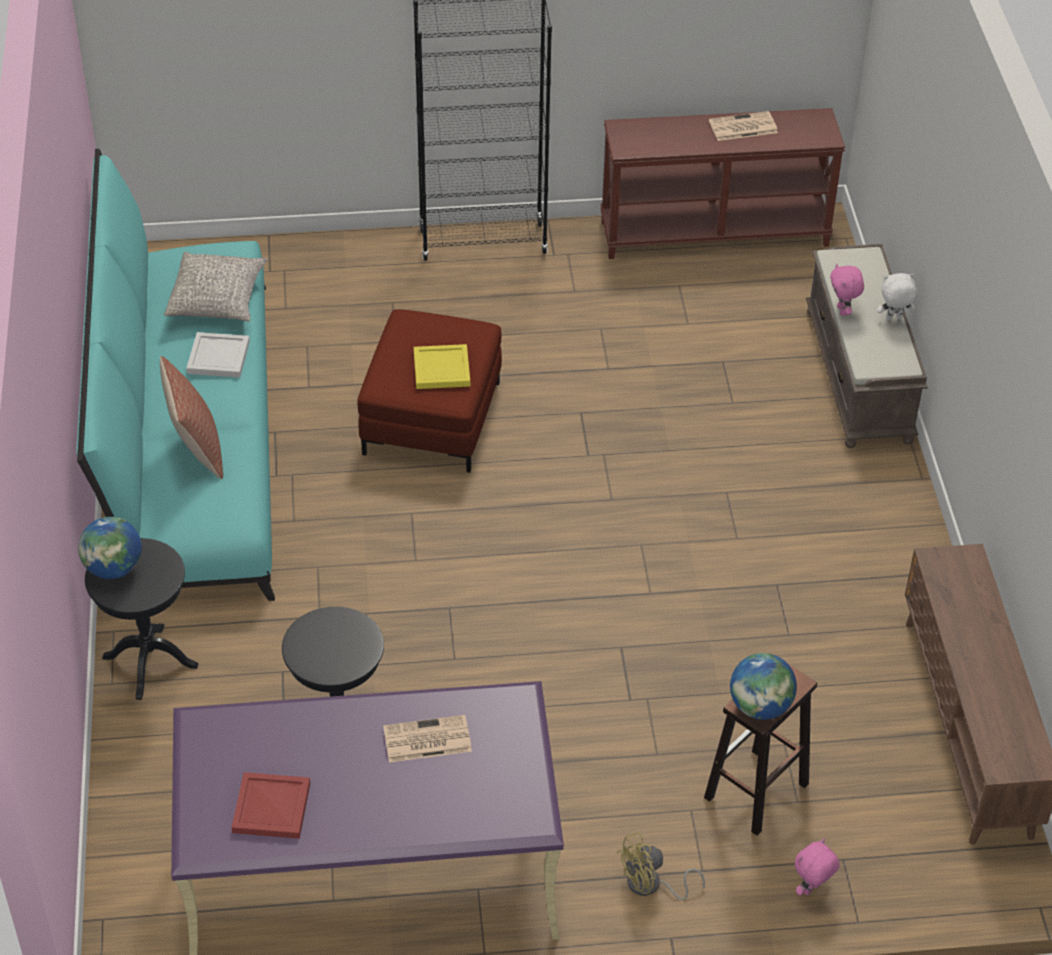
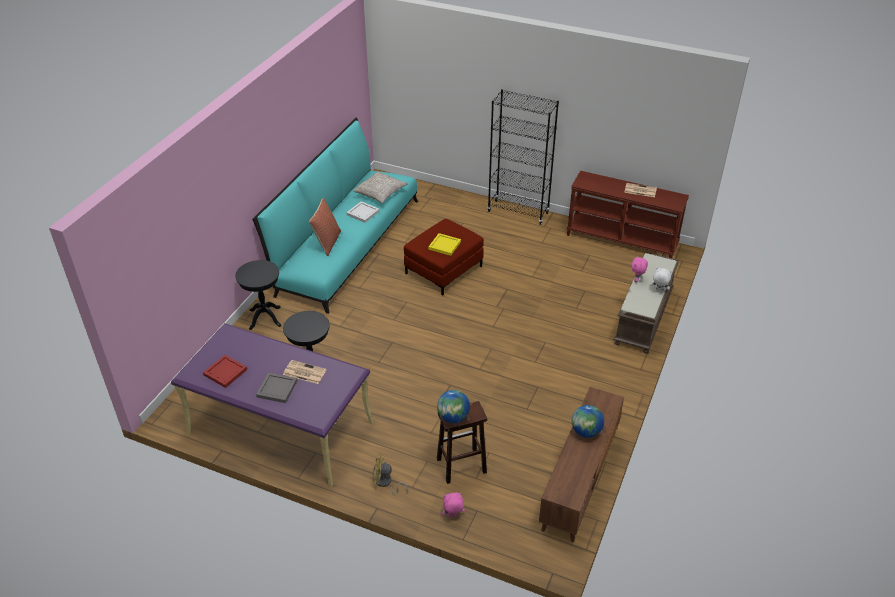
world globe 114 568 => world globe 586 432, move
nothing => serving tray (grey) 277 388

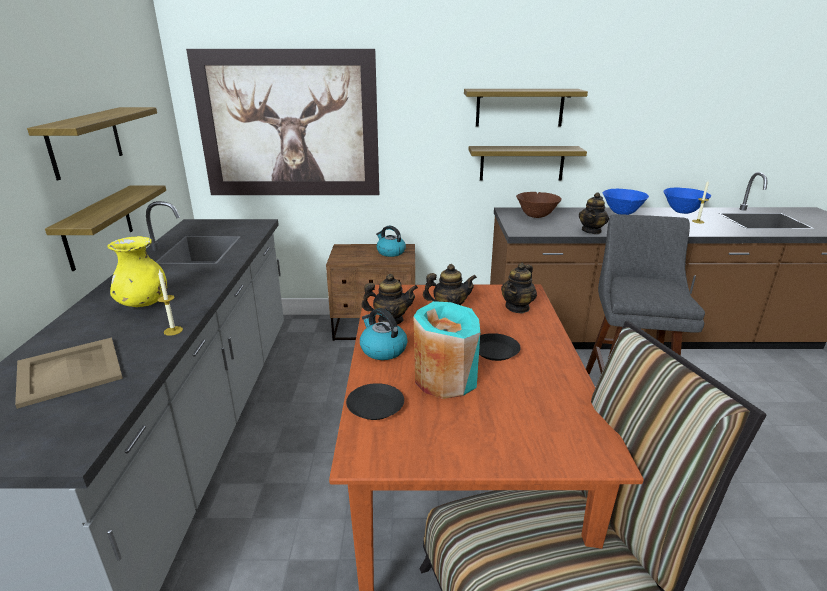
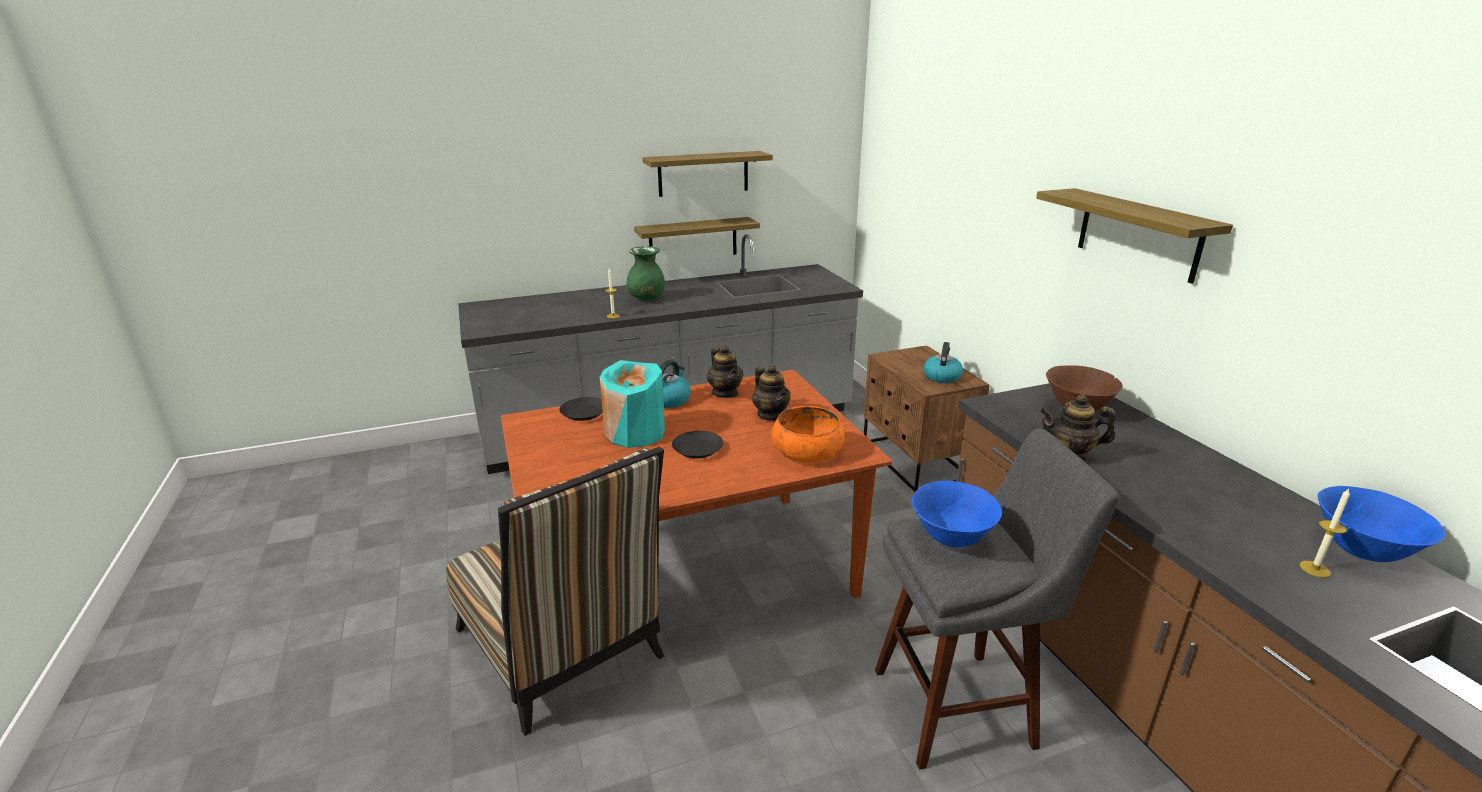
serving tray (beige) 70 370 => nothing
vase (yellowish) 144 304 => vase (greenish) 646 298
wall picture 289 125 => nothing
bracket shelf 522 163 => nothing
teapot 517 307 => serving bowl (orangey) 807 451
serving bowl (blue-coloured) 622 213 => serving bowl (blue-coloured) 951 539, move

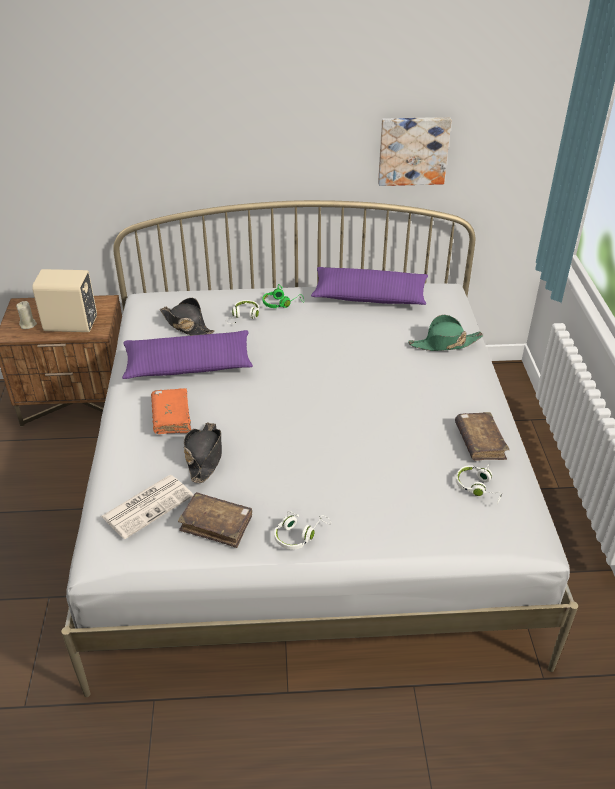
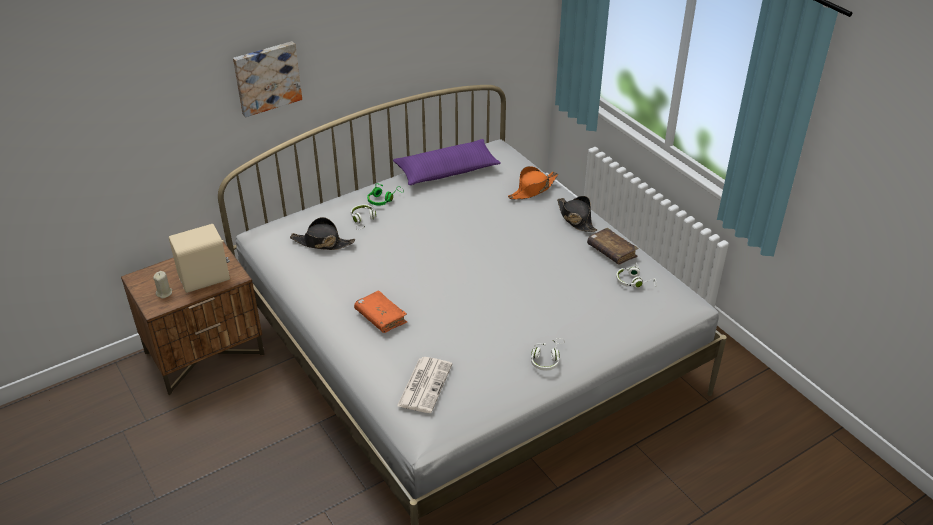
cushion (purple) 188 365 => nothing
volume (brownish) 216 525 => nothing
hat (black-coloured) 204 456 => hat (black-coloured) 576 218, move
wall picture 413 150 => wall picture 267 77, move
hat (greenish) 444 343 => hat (orangey) 533 189

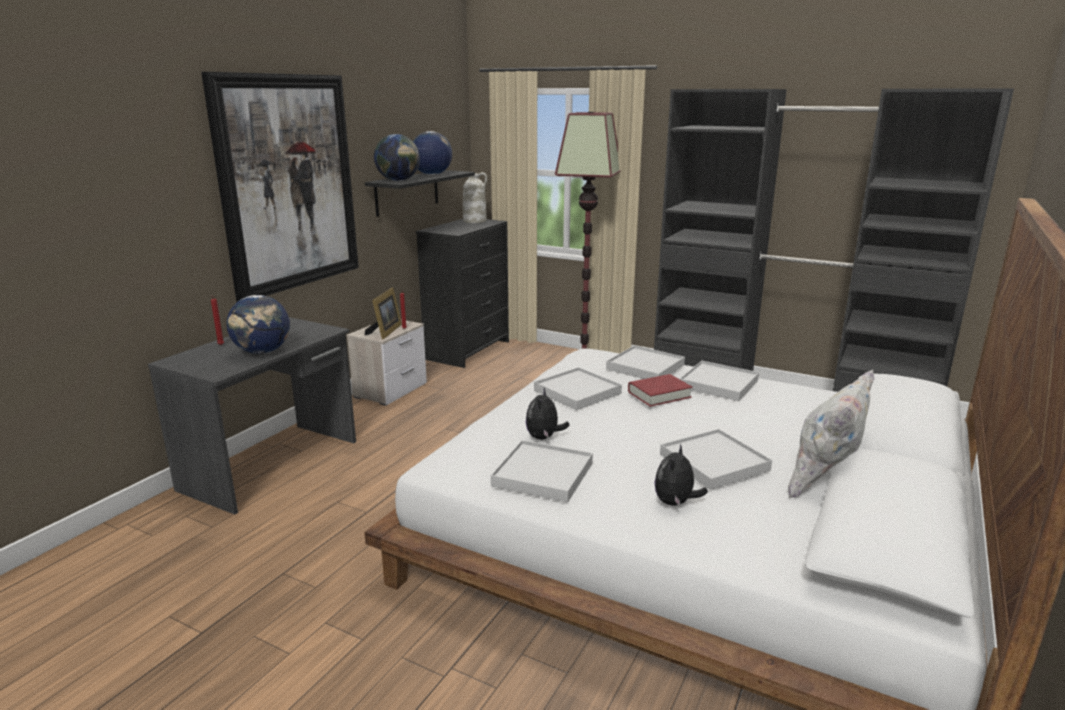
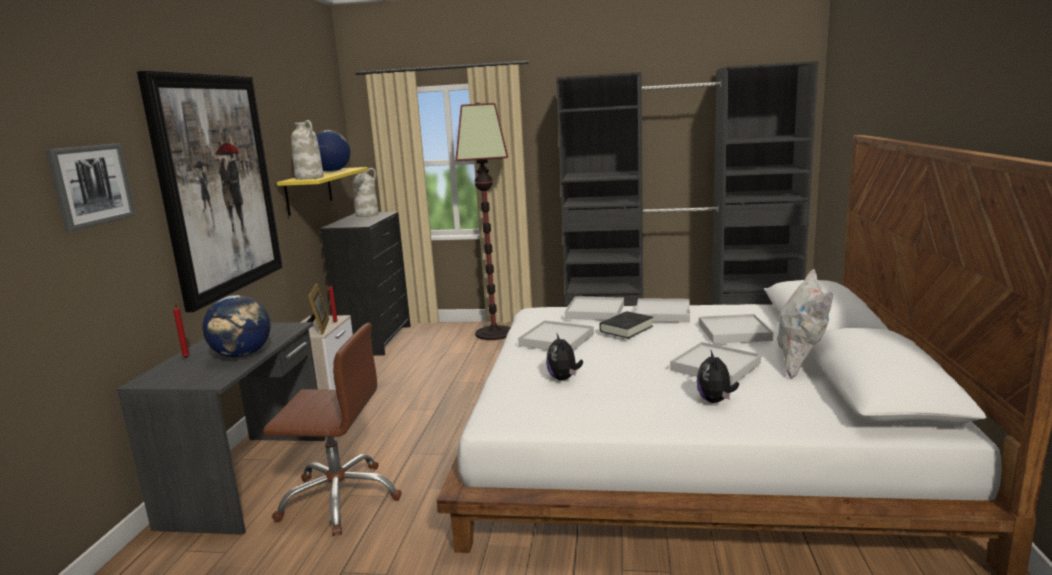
bracket shelf (black-coloured) 407 192 => bracket shelf (yellowish) 309 191
world globe 398 180 => vase (white-coloured) 310 178
serving tray (white-coloured) 543 474 => serving tray (white-coloured) 734 332, move
volume (reddish) 659 394 => volume (black-coloured) 626 329
nothing => wall picture 91 185
nothing => desk chair (brownish) 340 498

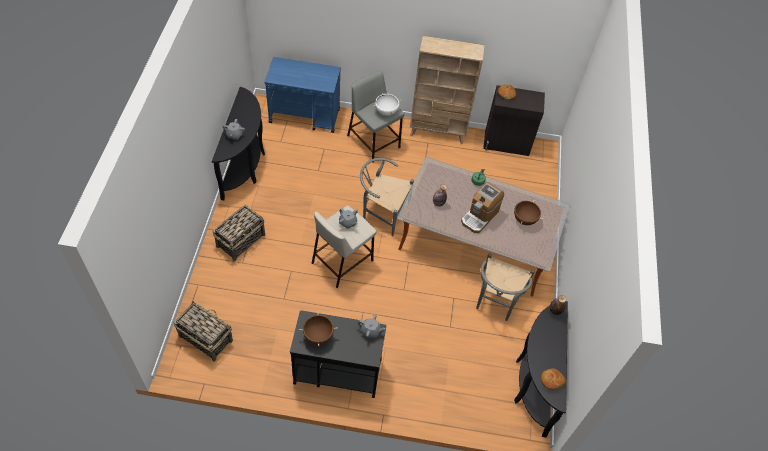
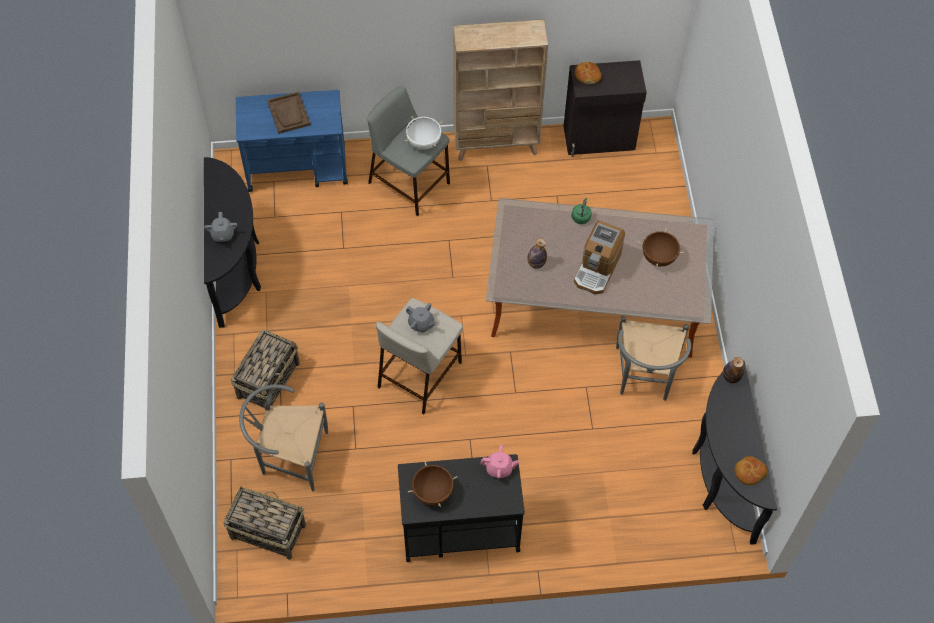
teapot (grey) 370 331 => teapot (pink-coloured) 499 468
plain chair (grey) 382 212 => plain chair (grey) 289 456, move
nothing => serving tray (brownish) 289 113

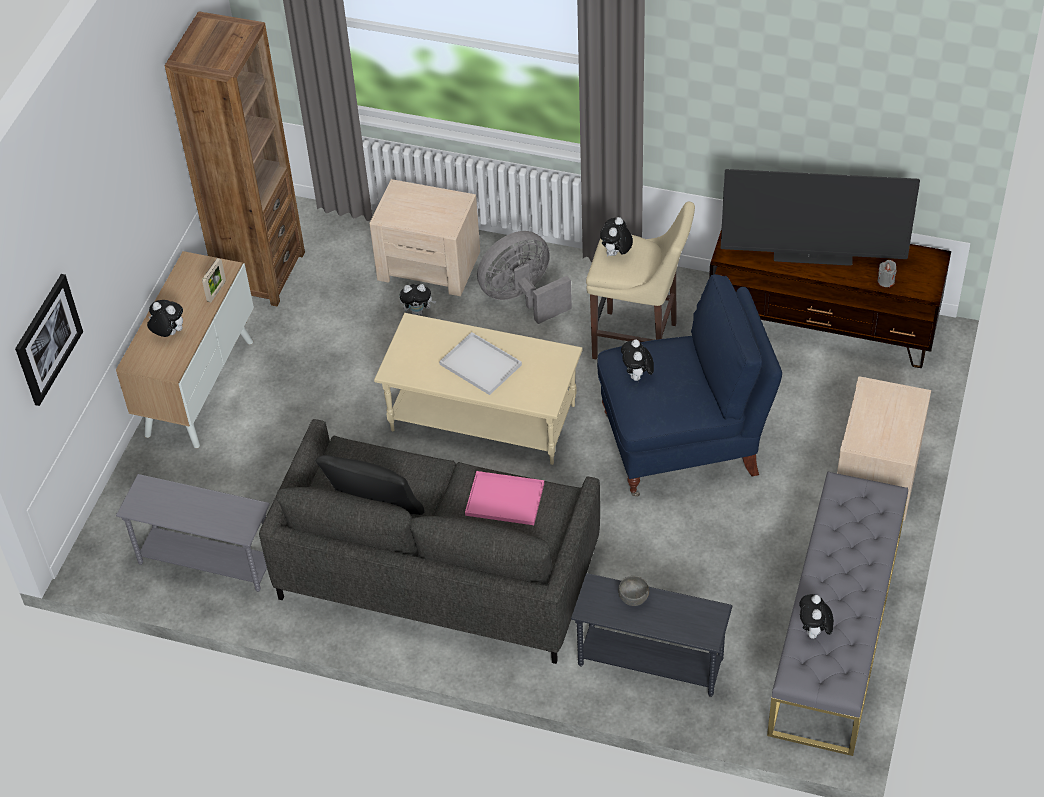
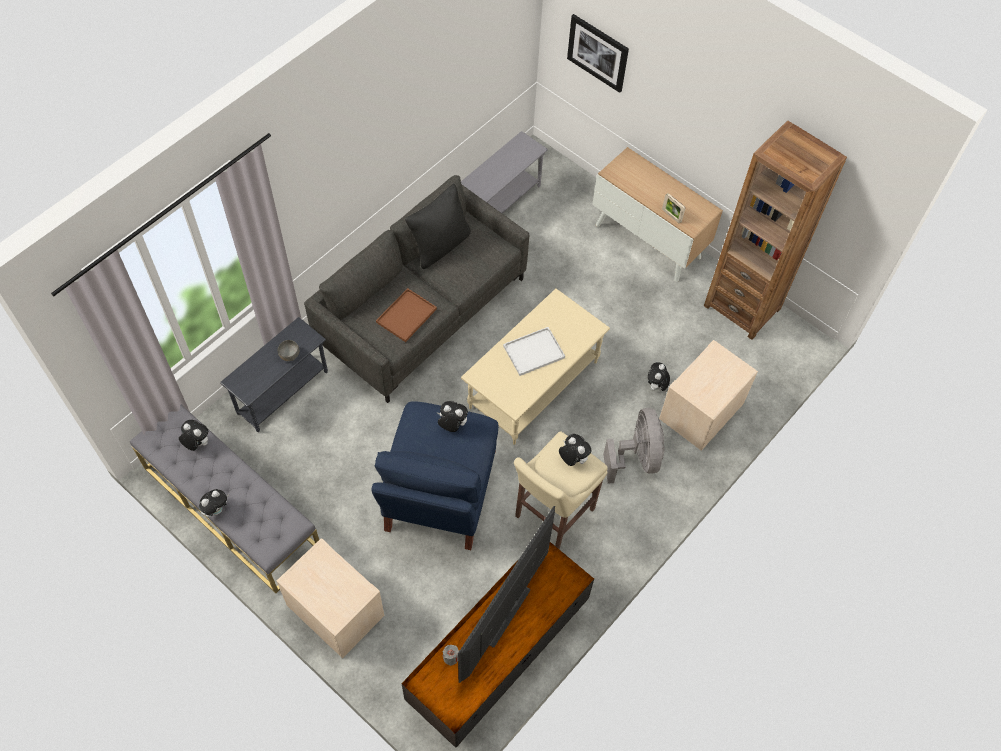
cuddly toy 168 334 => cuddly toy 217 509, move
serving tray (pink-coloured) 503 500 => serving tray (brownish) 406 314

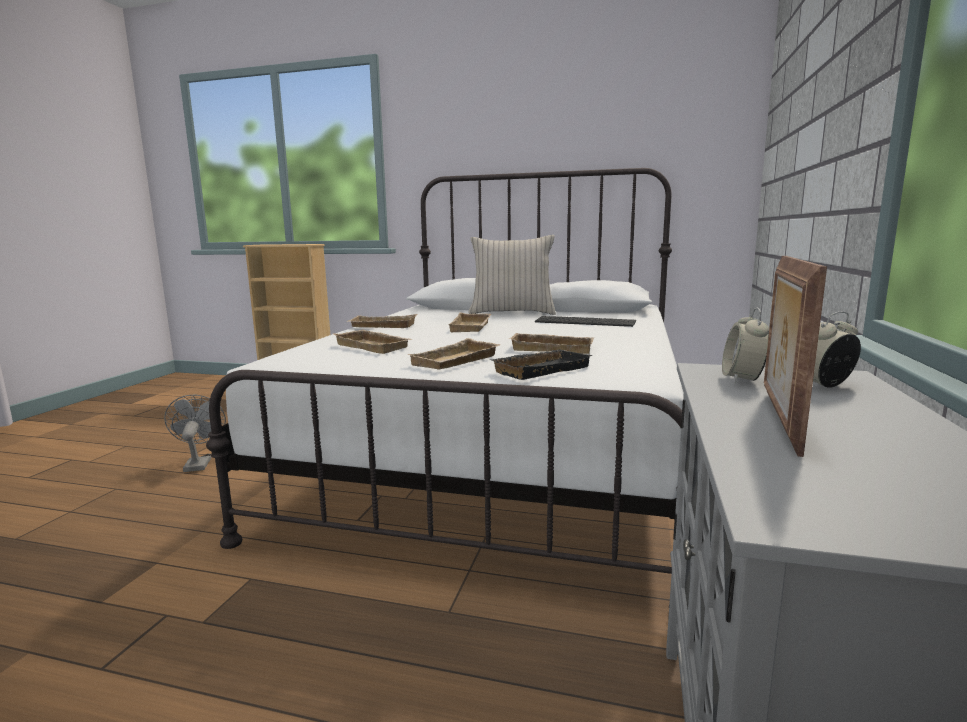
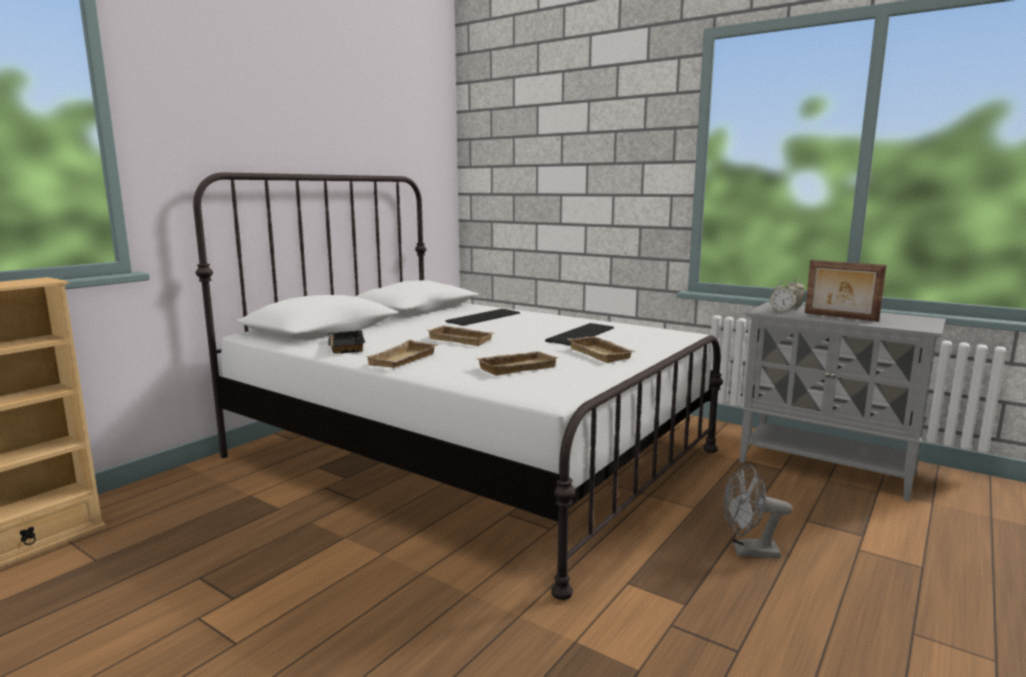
cooling fan (grey) 198 463 => cooling fan (grey) 748 551, move
cushion (beige) 512 313 => nothing
serving tray (black-coloured) 540 369 => serving tray (black-coloured) 344 346, move
serving tray (beige) 553 348 => computer keyboard 579 334

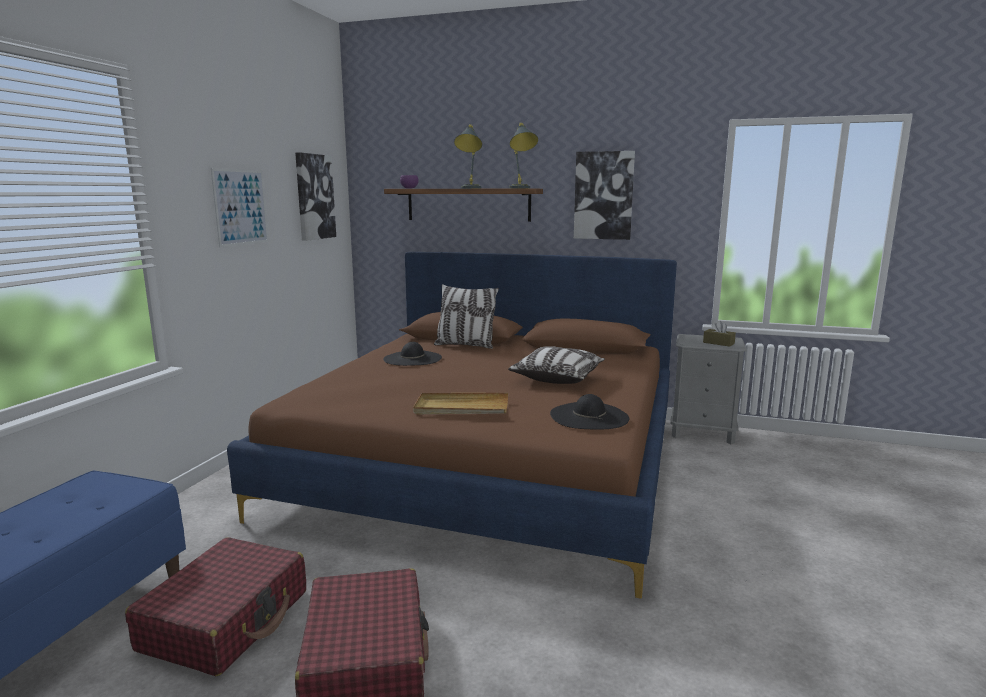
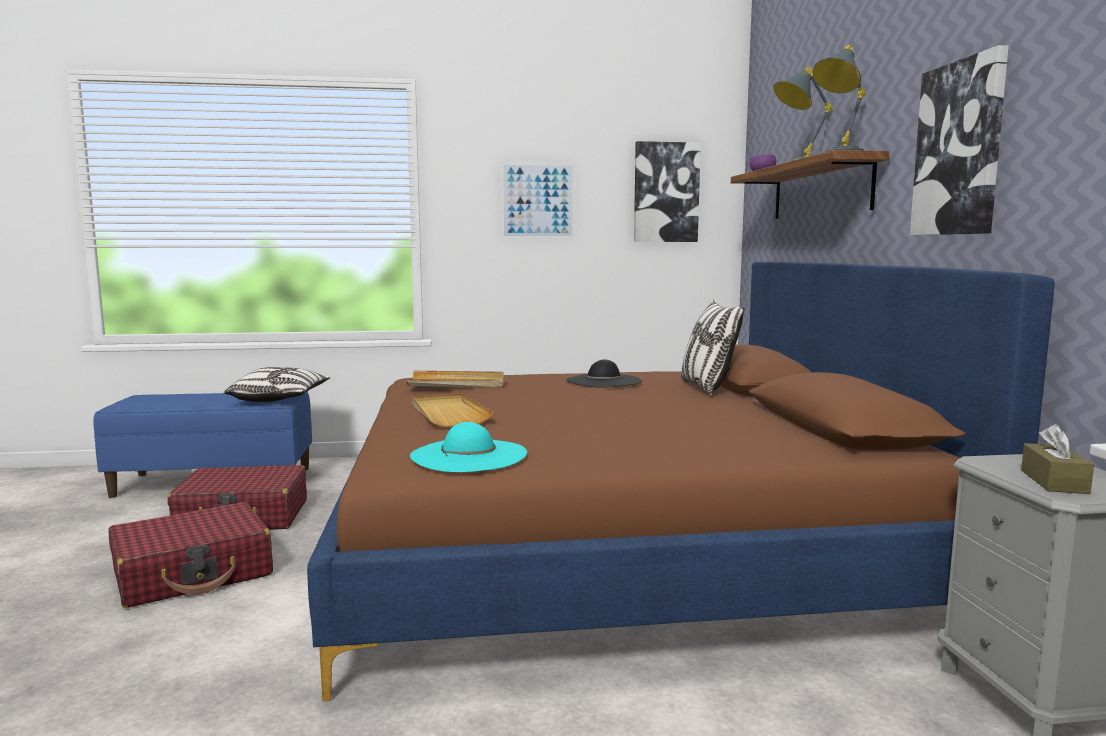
cushion 557 378 => cushion 280 399, move
hat (black-coloured) 589 416 => hat (turquoise-coloured) 469 455
nothing => serving tray (beige) 457 383

